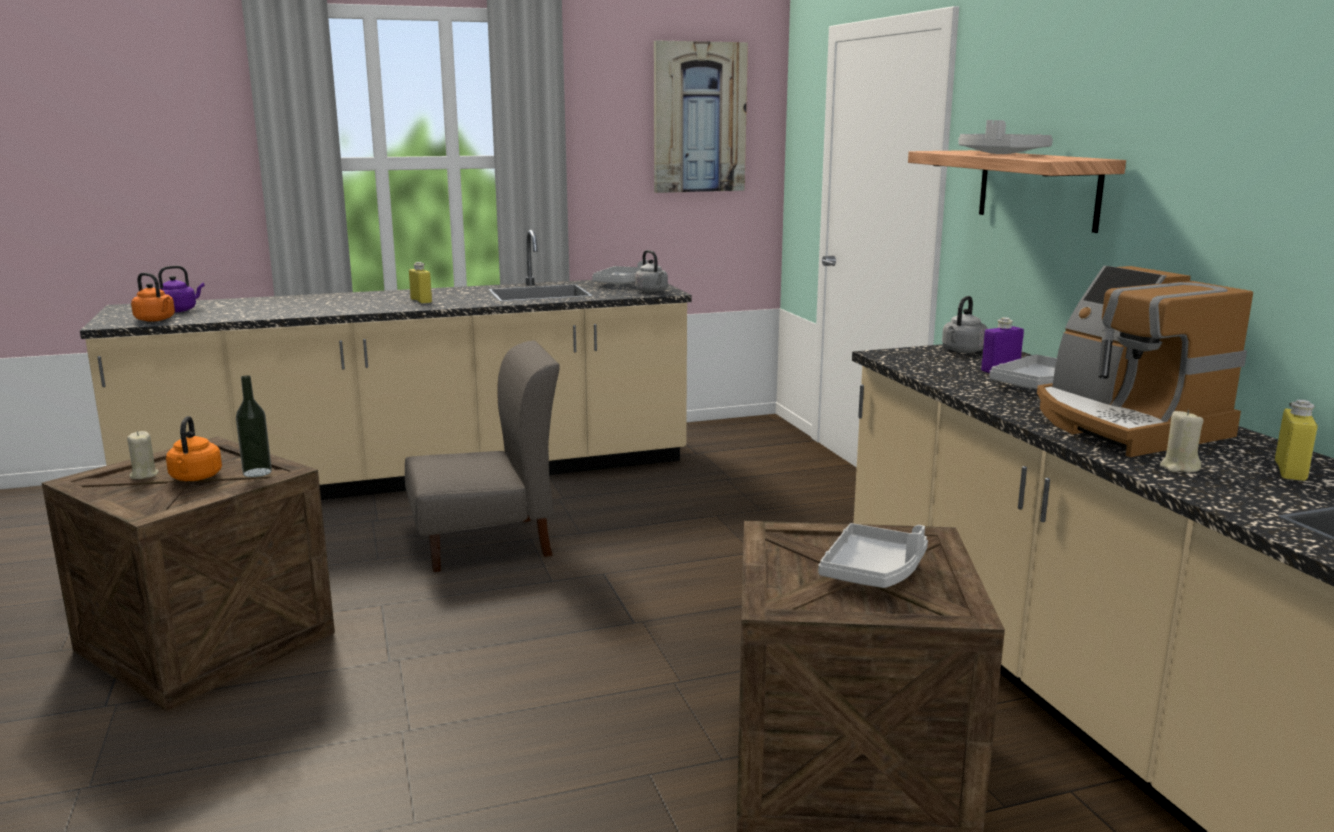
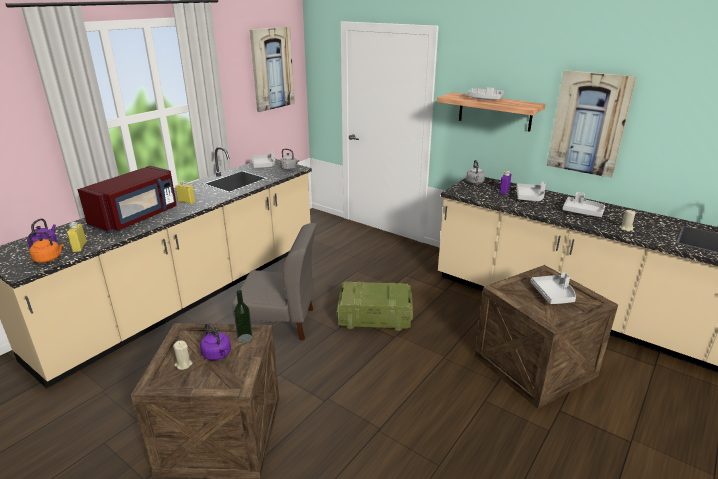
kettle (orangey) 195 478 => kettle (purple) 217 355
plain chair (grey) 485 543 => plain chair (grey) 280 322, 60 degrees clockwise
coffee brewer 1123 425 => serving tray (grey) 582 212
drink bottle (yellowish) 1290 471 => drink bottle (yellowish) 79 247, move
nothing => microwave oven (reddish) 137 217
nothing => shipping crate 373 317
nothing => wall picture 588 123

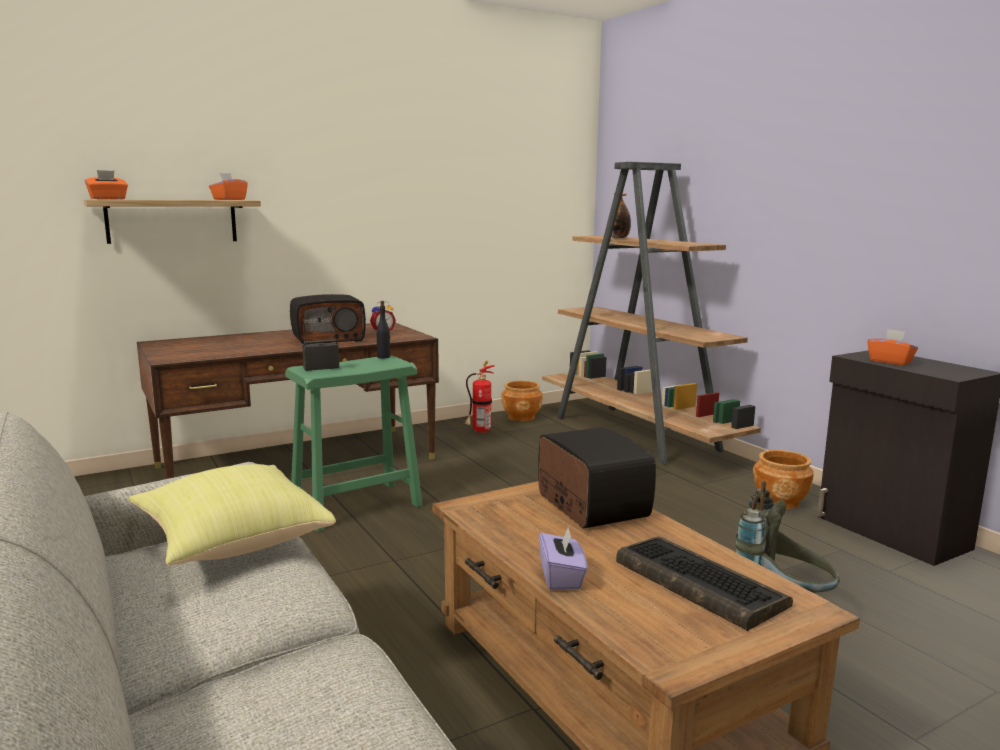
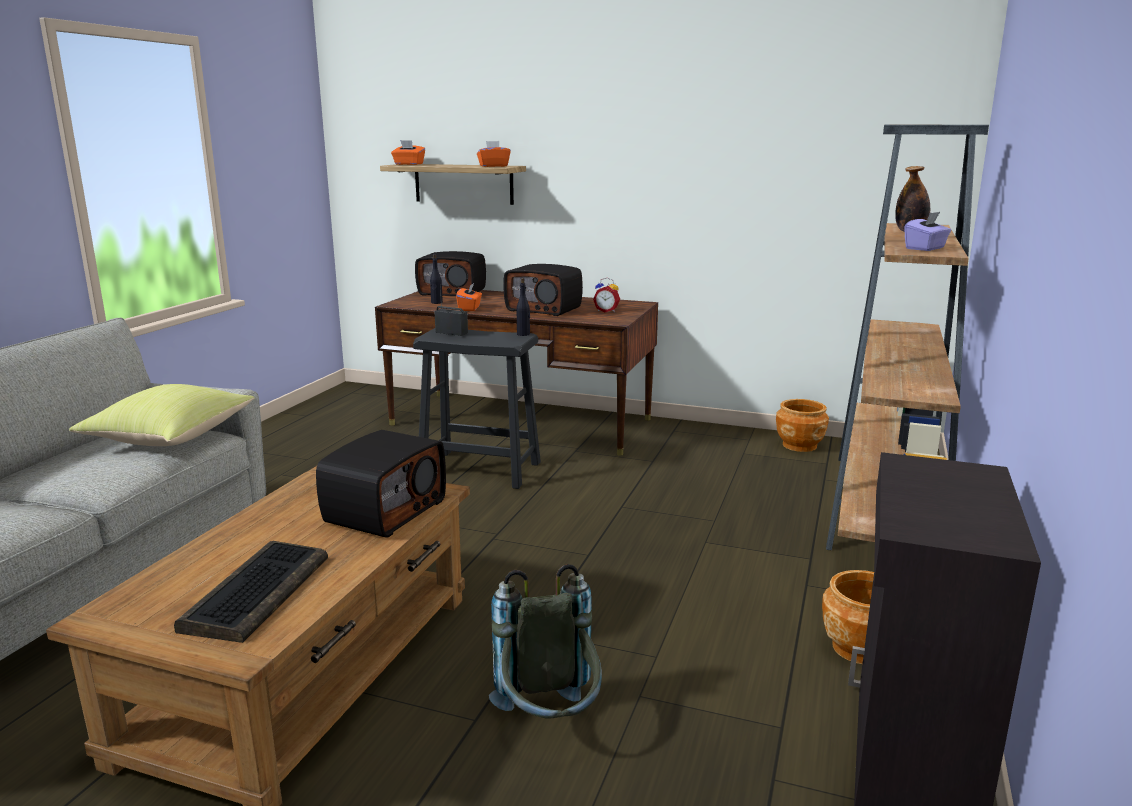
sitting stool (greenish) 355 506 => sitting stool (black-coloured) 479 469
fire-fighting cylinder 479 431 => nothing
tissue holder (purple) 561 577 => tissue holder (purple) 925 248, move
tissue holder (orangey) 890 362 => tissue holder (orangey) 469 308, move
nothing => radio 452 292
nothing => drink bottle (black-coloured) 436 302

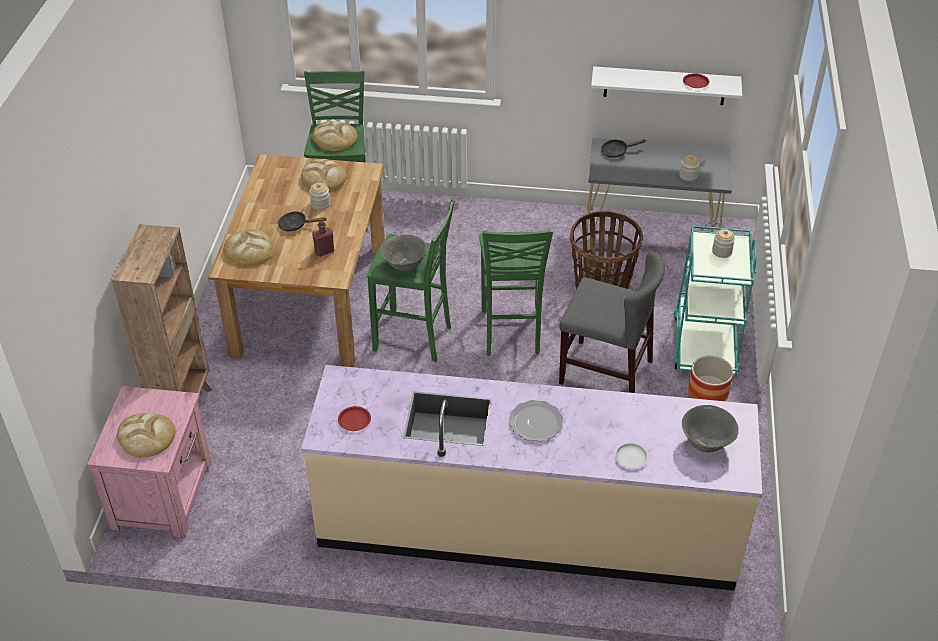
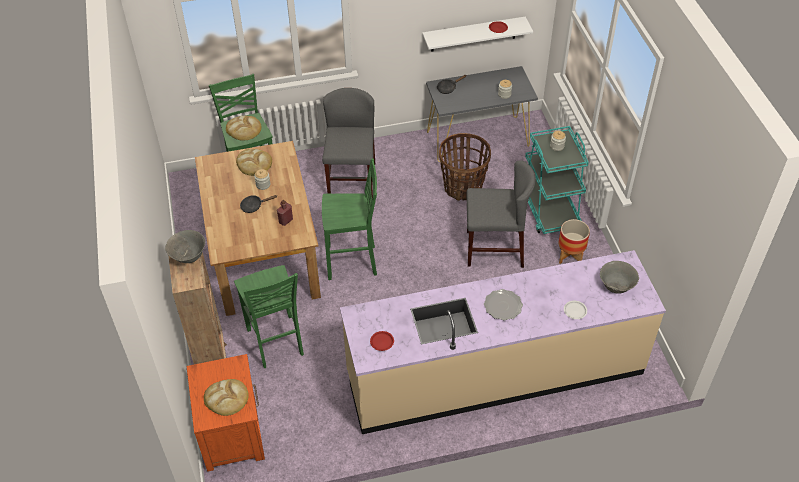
bedside table (pink-coloured) 163 494 => bedside table (orangey) 232 432
bakery bread 249 250 => nothing
serving bowl (grey) 404 265 => serving bowl (grey) 188 257, move
sitting stool (greenish) 511 333 => sitting stool (greenish) 276 343, move
nothing => plain chair (grey) 352 181

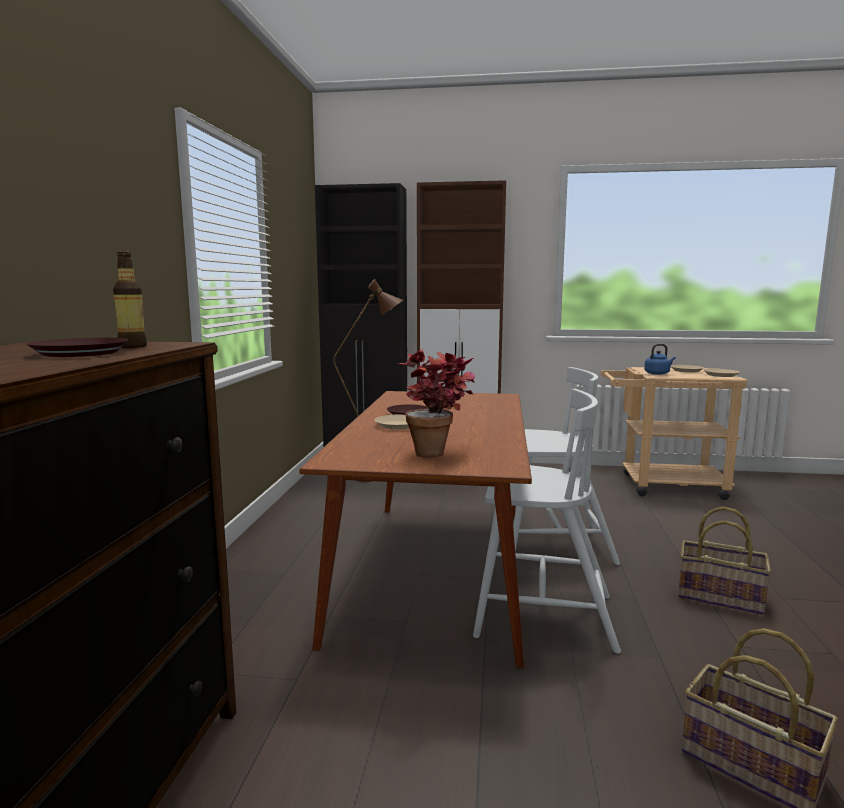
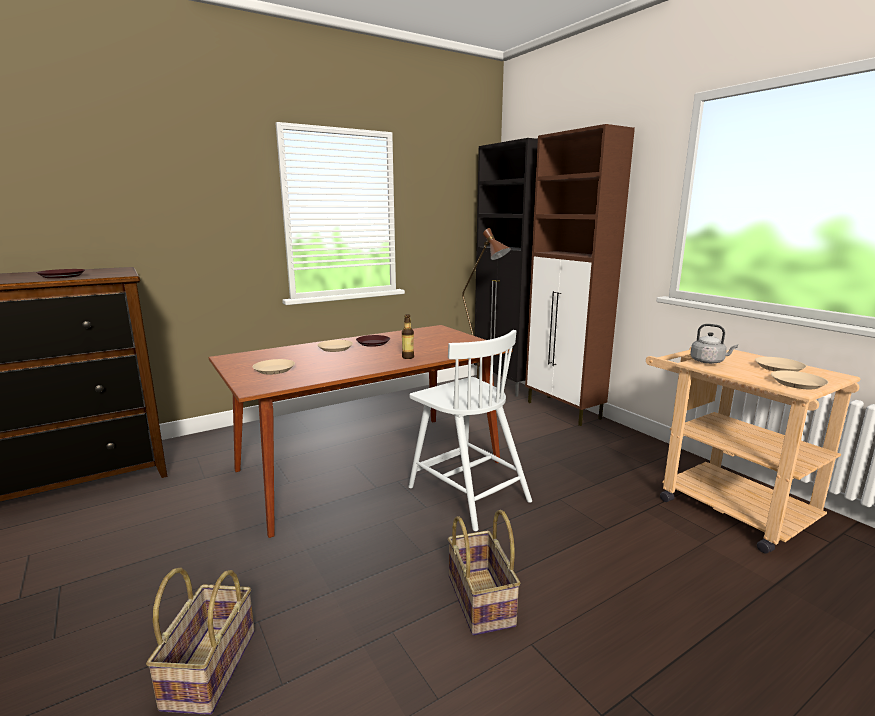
drink bottle 132 346 => drink bottle 408 357, move
houseplant 439 453 => dinner plate (beige) 274 370
plain chair (white-coloured) 541 615 => nothing
kettle (blue-coloured) 658 373 => kettle (grey) 709 361

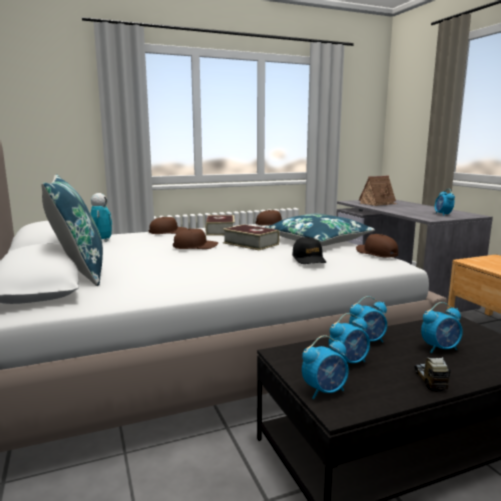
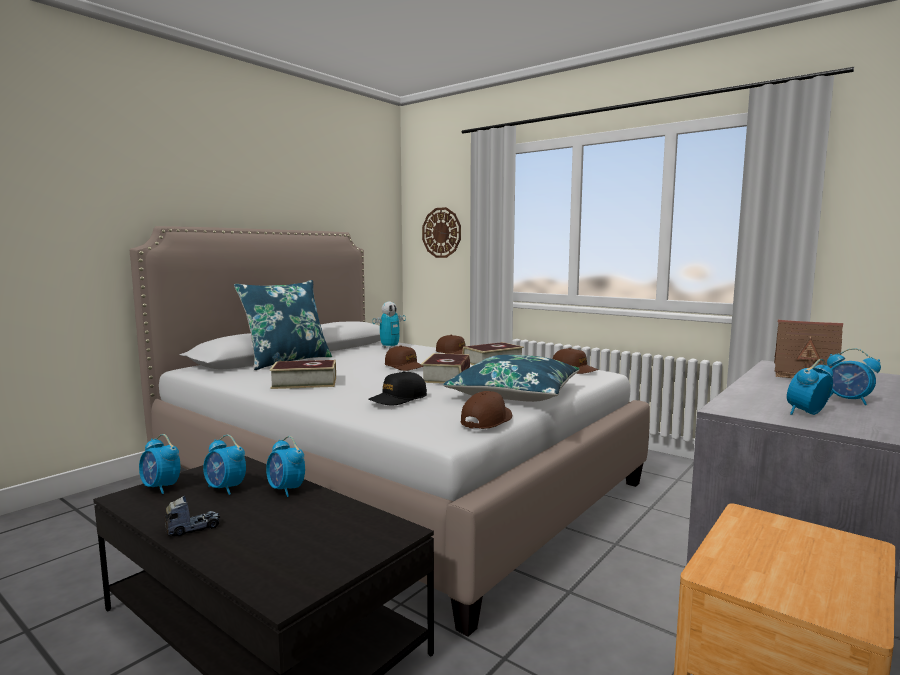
table clock 440 349 => table clock 848 401, move
nothing => volume 304 383
nothing => clock on the wall 441 232

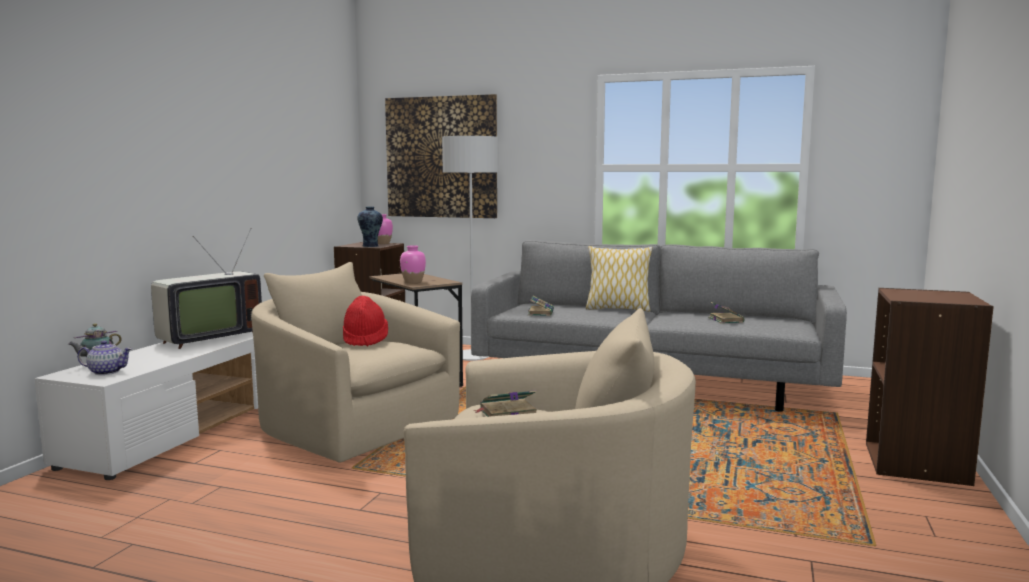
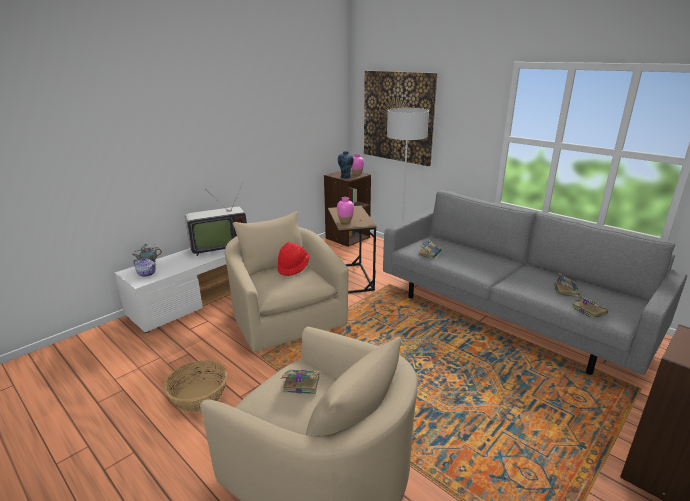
cushion 617 309 => nothing
nothing => storage basket 198 396
nothing => volume 588 310

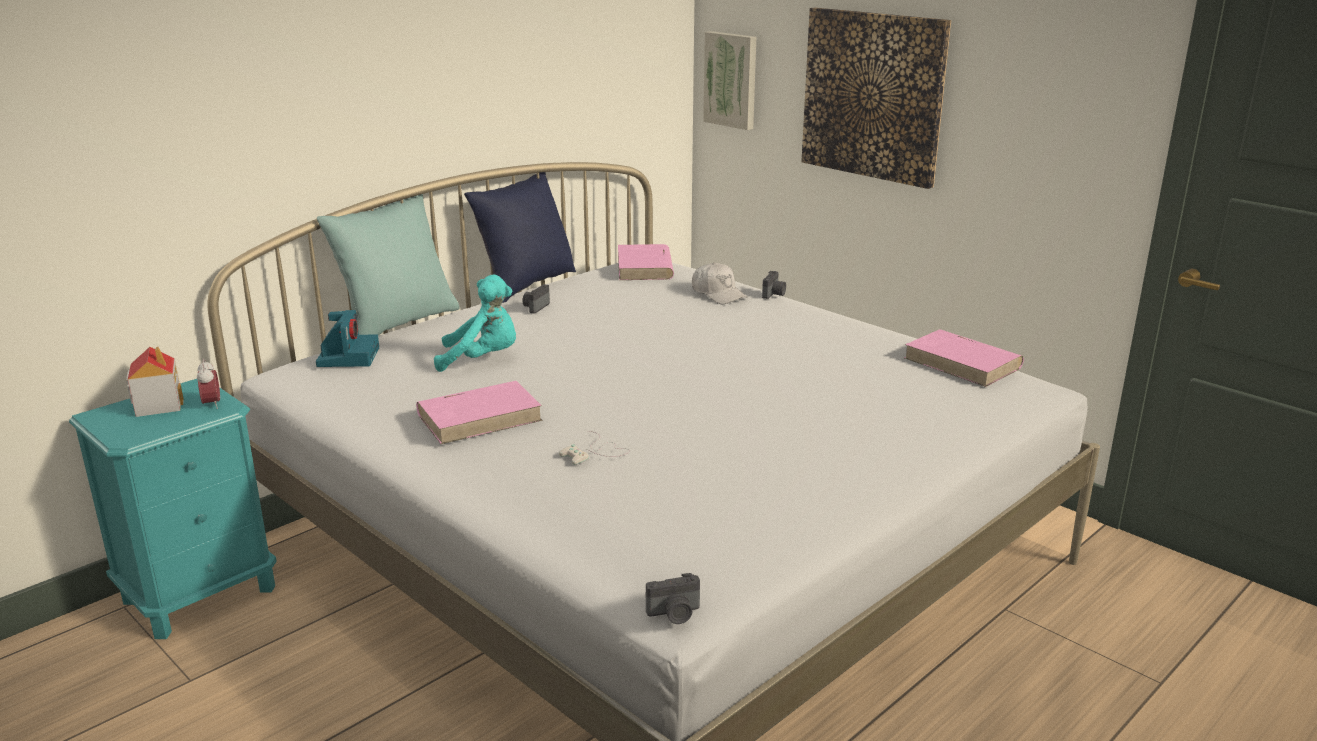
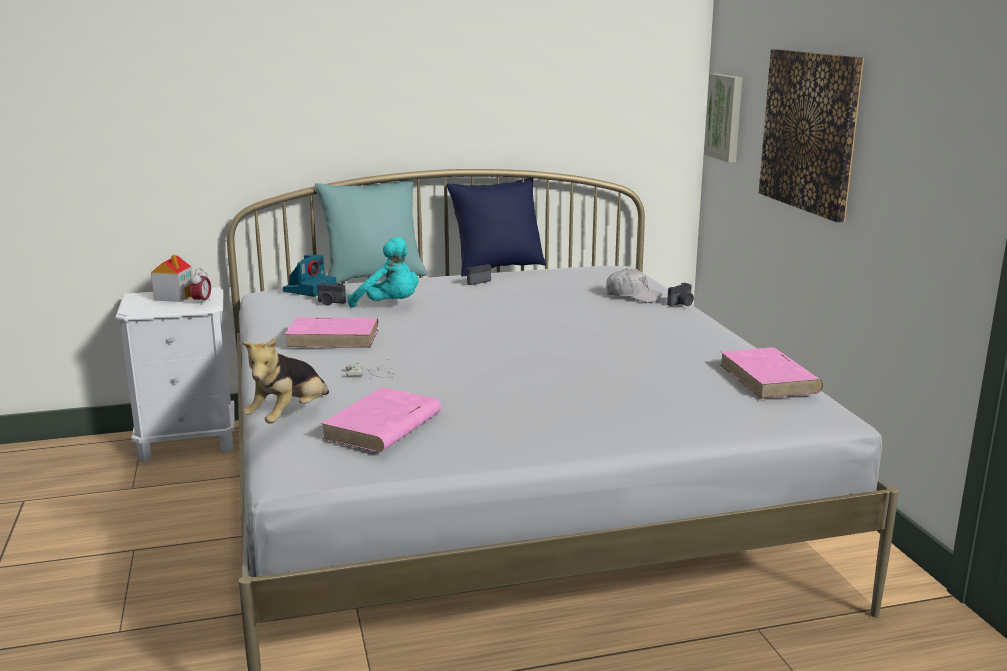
bedside table (turquoise-coloured) 199 594 => bedside table (white-coloured) 188 442
volume (pink-coloured) 645 267 => volume (pink-coloured) 382 426, move
still camera 674 614 => still camera 330 303, move
cap (white-coloured) 718 294 => cap (white-coloured) 633 296, 60 degrees counterclockwise
nothing => cuddly toy 289 416

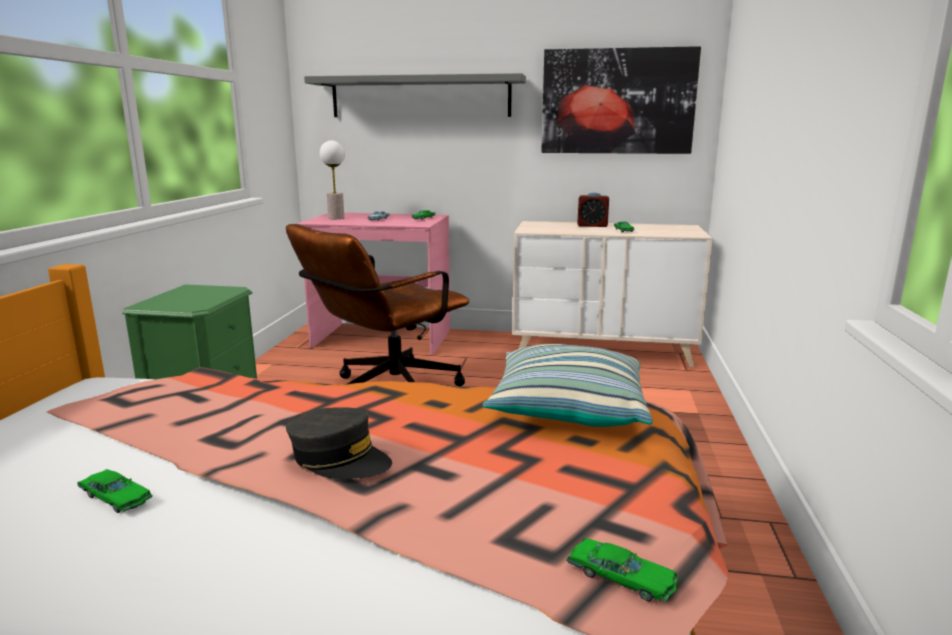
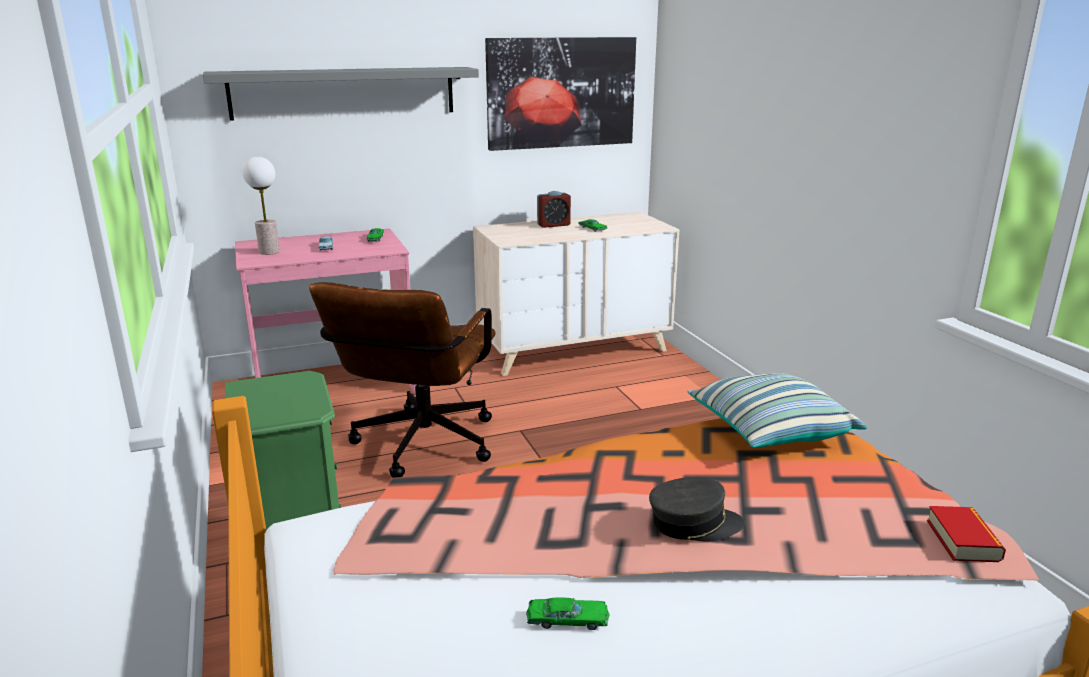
toy car (greenish) 620 578 => volume 963 540

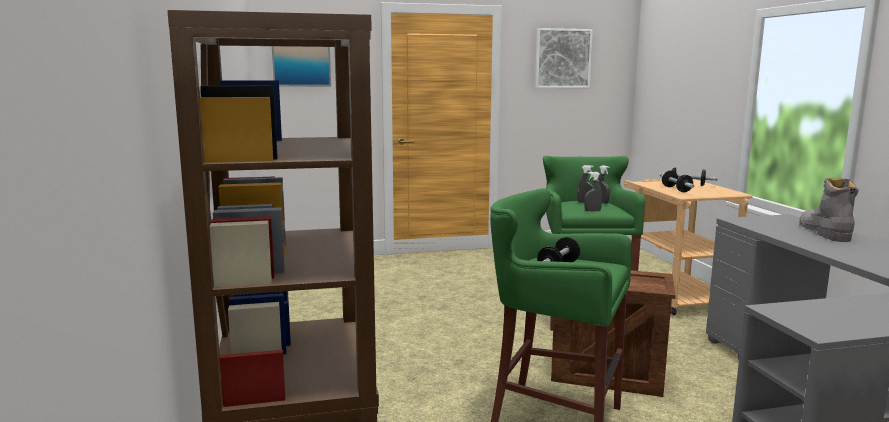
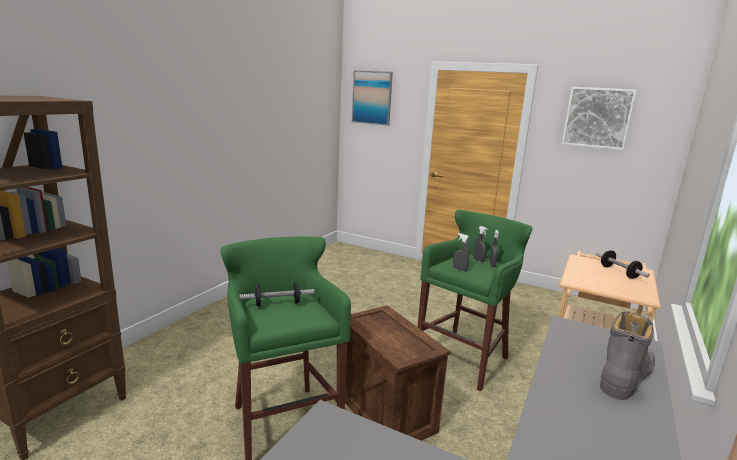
hand weight 676 189 => nothing

